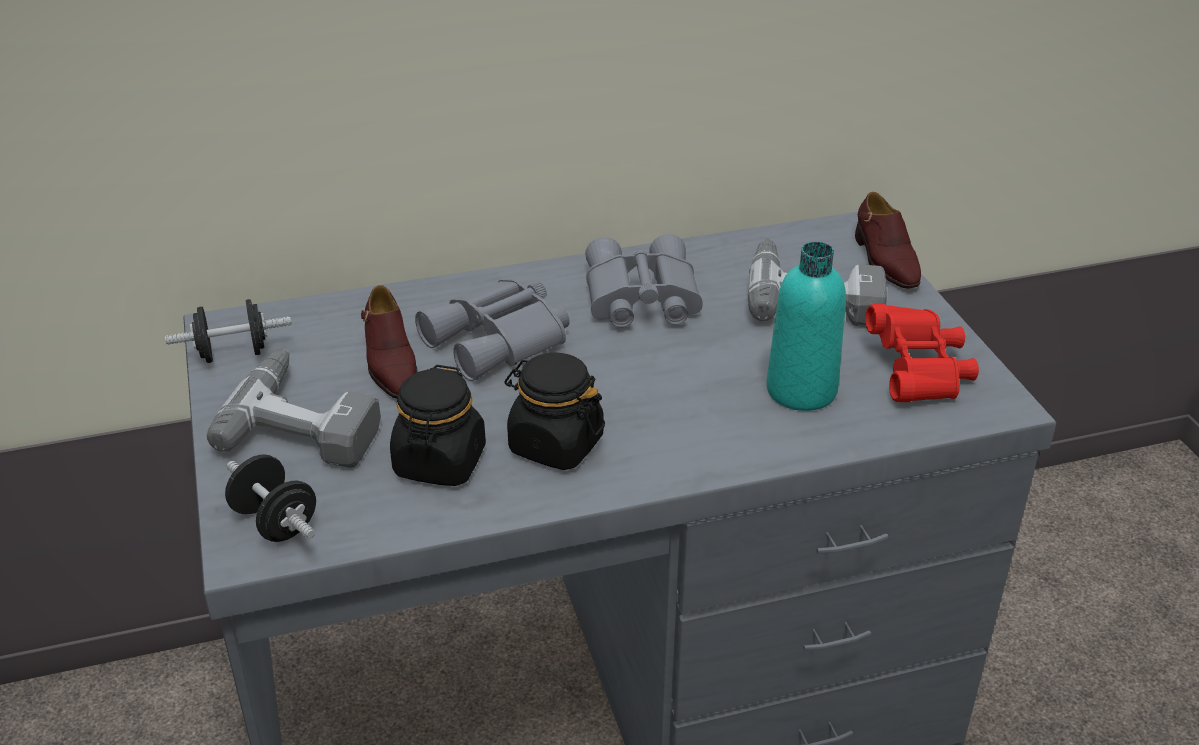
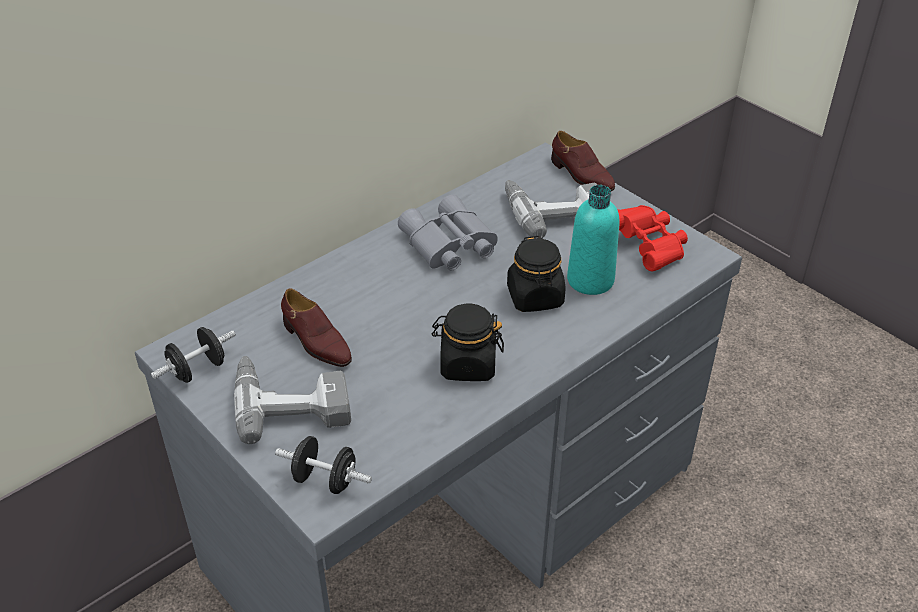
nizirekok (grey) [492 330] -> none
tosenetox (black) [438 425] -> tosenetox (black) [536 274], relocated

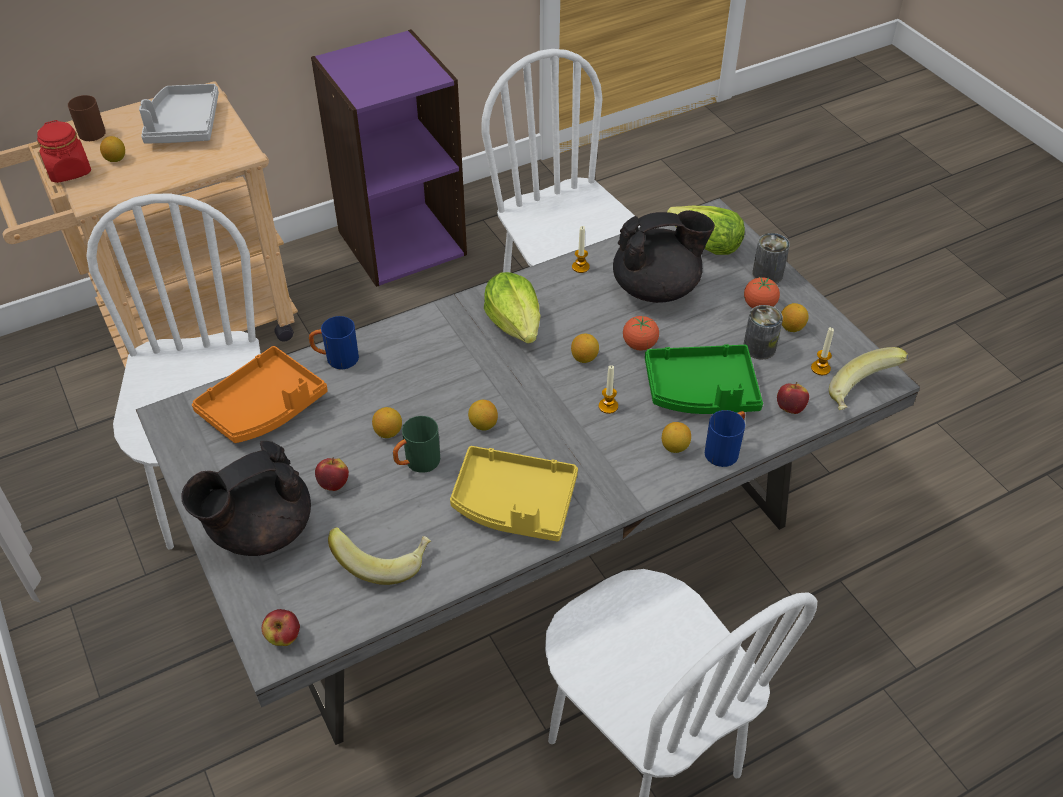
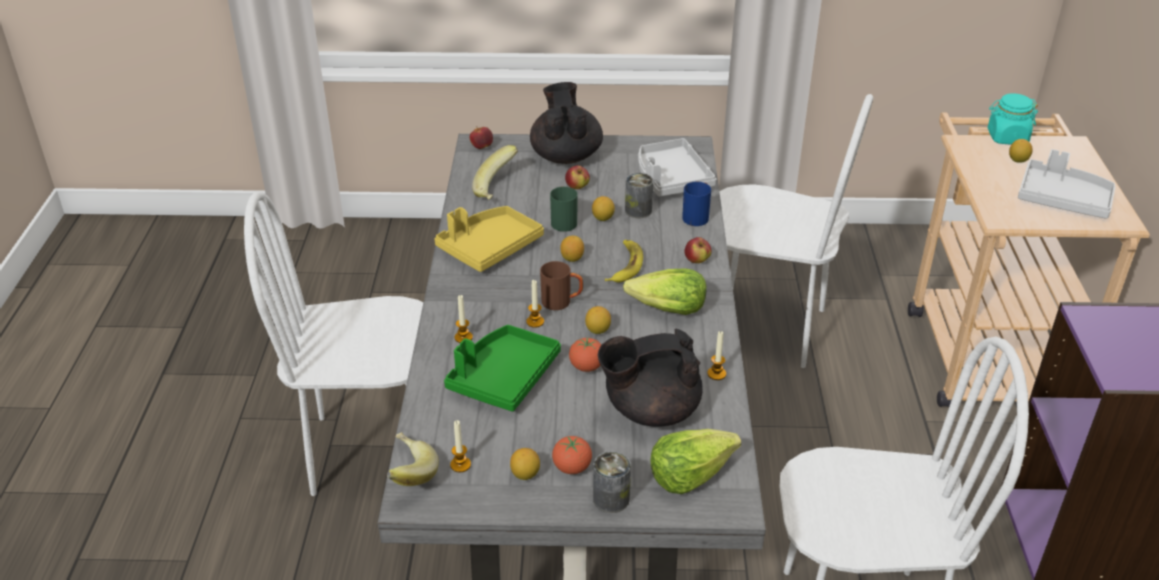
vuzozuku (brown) [87 118] -> vuzozuku (brown) [561 285], relocated
tosenetox (red) [64 151] -> tosenetox (turquoise) [1013 118]
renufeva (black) [664 256] -> renufeva (black) [650 378], 60 degrees clockwise
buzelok [763 332] -> buzelok [639 195], relocated
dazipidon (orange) [260 394] -> dazipidon (grey) [677 167]
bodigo [793 398] -> bodigo [698 250], relocated
vuzozuku (blue) [725 438] -> none
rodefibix [676 437] -> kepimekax [464 319]
none -> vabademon [624 261]

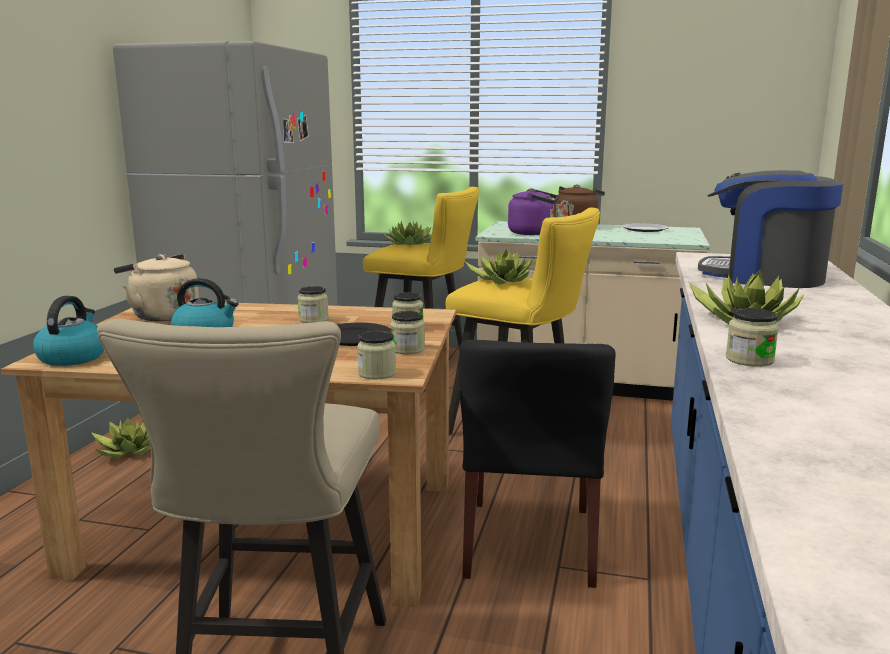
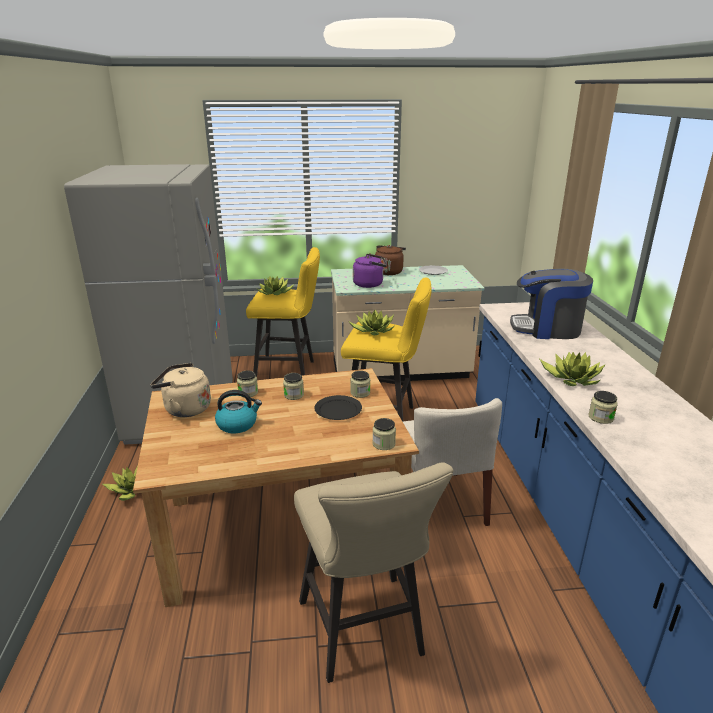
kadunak [68 331] -> none
tosenetox [407 332] -> tosenetox [247 384], relocated
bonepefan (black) [537 464] -> bonepefan (beige) [452 462]

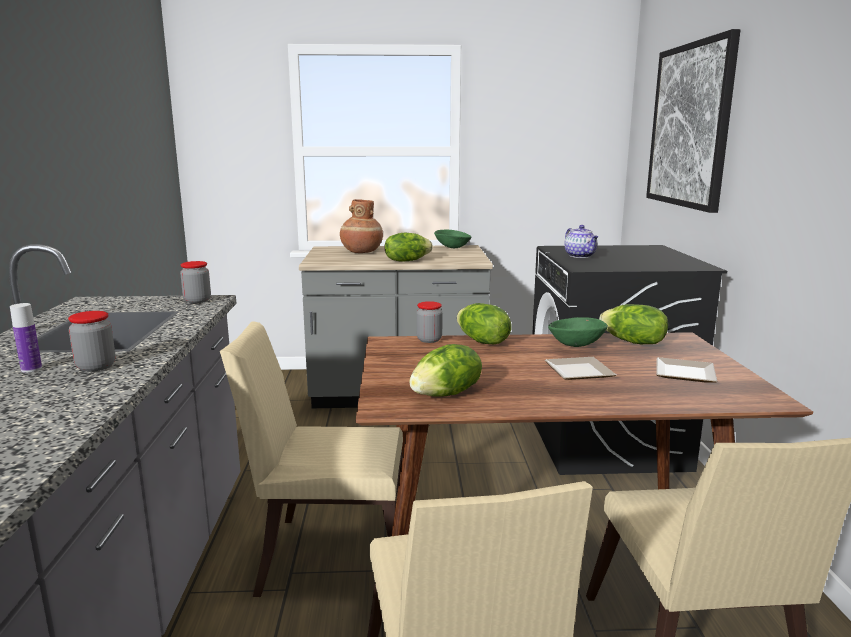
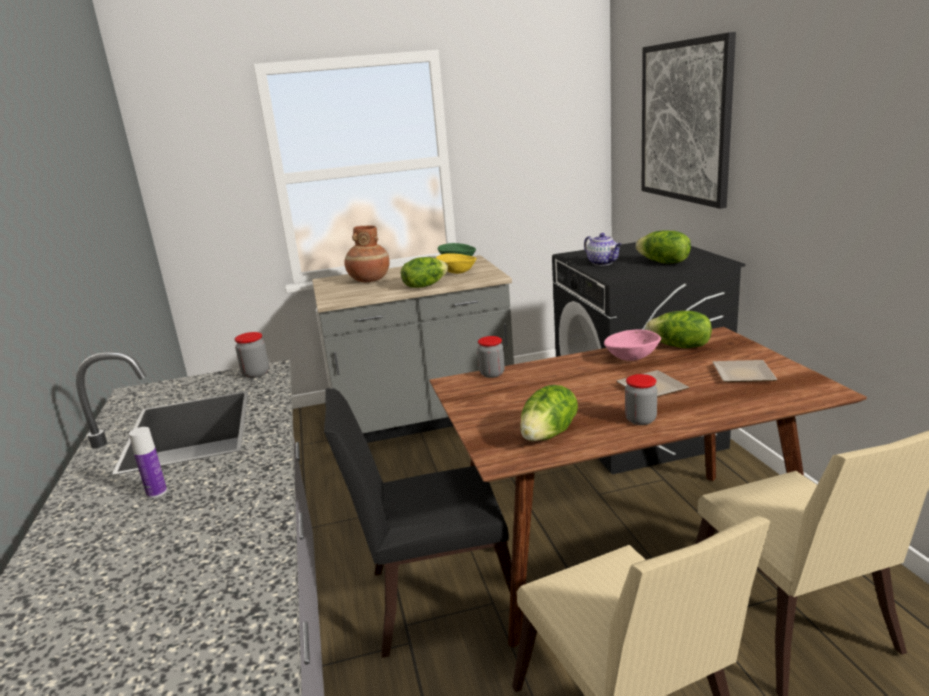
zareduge [484 323] -> zareduge [663 247], relocated
tosenetox [91 341] -> tosenetox [641 399], relocated
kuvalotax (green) [578 332] -> kuvalotax (pink) [632 345]
bonepefan (beige) [311 459] -> bonepefan (black) [424 523]
none -> kuvalotax (yellow) [456 263]

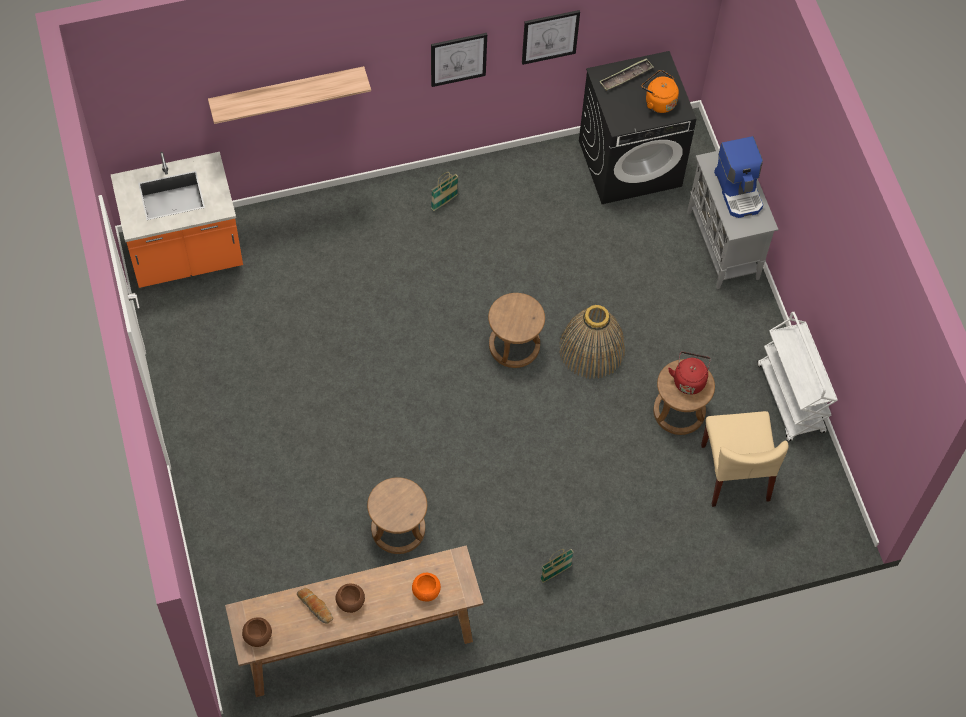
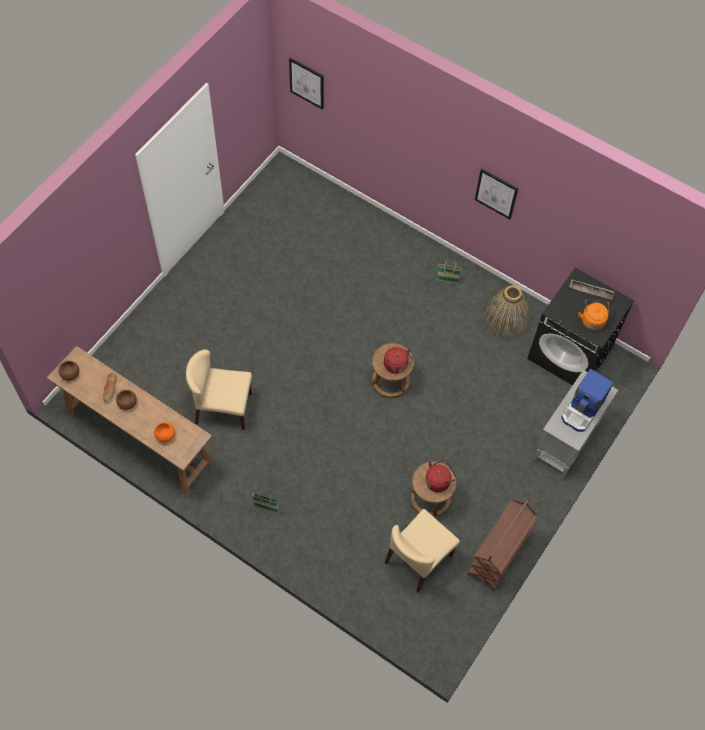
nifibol [551 37] -> nifibol [306 84], relocated
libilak [289 95] -> none
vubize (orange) [177 220] -> none
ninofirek [592 342] -> ninofirek [506 312], relocated
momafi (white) [797 376] -> momafi (brown) [502 545]
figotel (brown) [397 515] -> bonepefan (beige) [219 390]
none -> kadunak (red) [398 360]

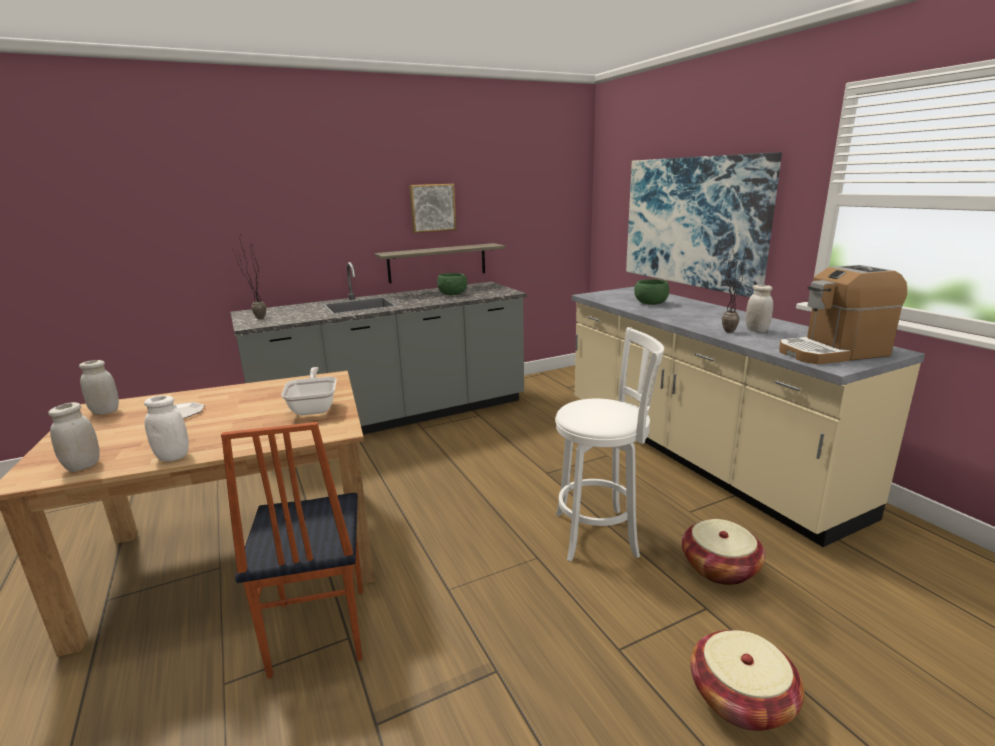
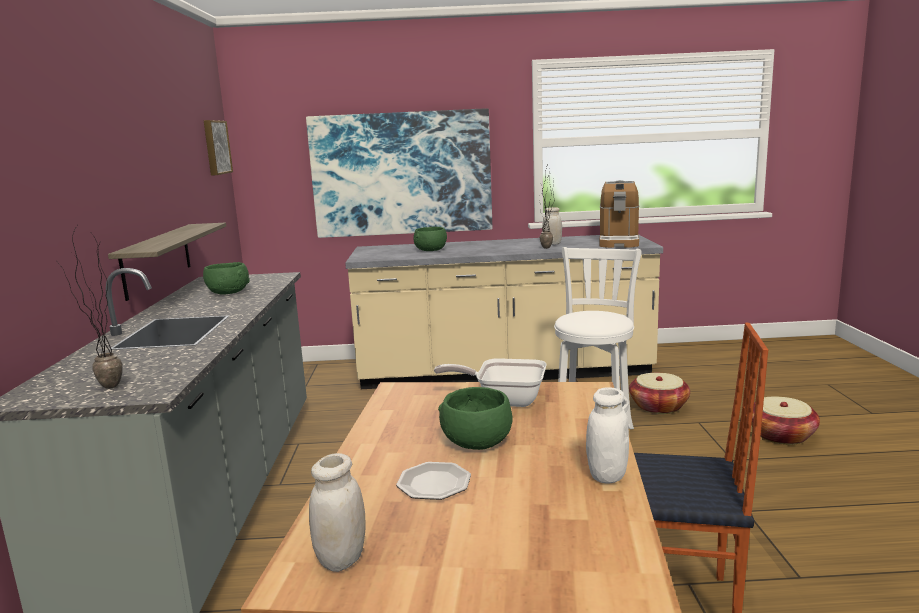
nifibol [433 208] -> nifibol [218 148], relocated
tosenetox (white) [74 437] -> none
none -> kuvalotax (green) [475 418]

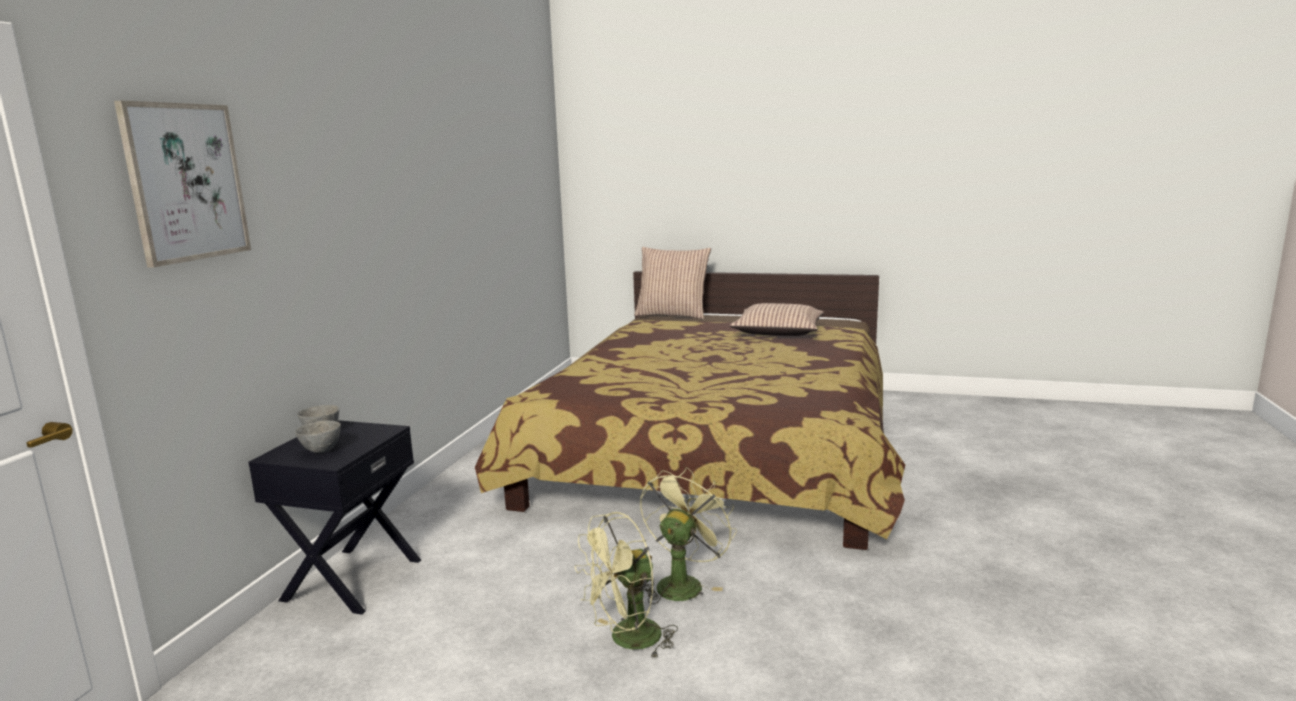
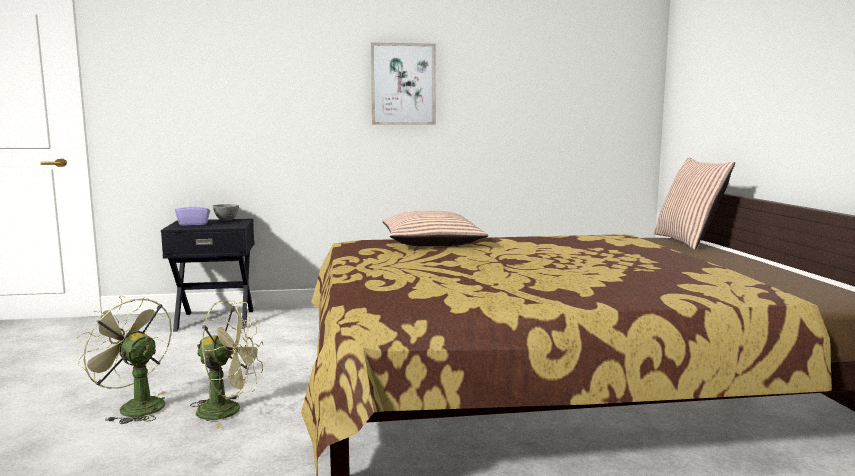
nifibol [182 184] -> nifibol [403 83], relocated
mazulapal [776 319] -> mazulapal [435 228], relocated
kuvalotax (grey) [318 437] -> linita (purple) [192 213]

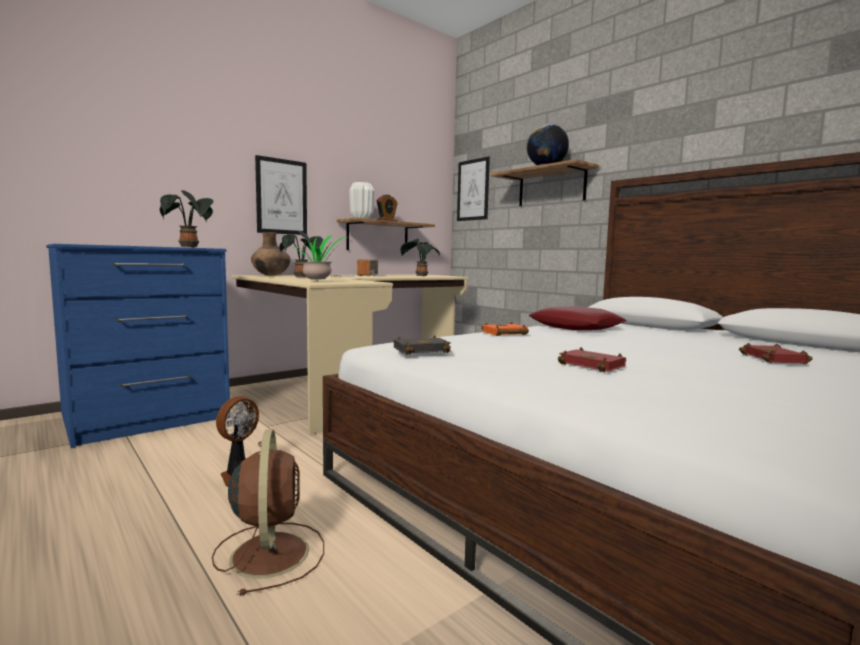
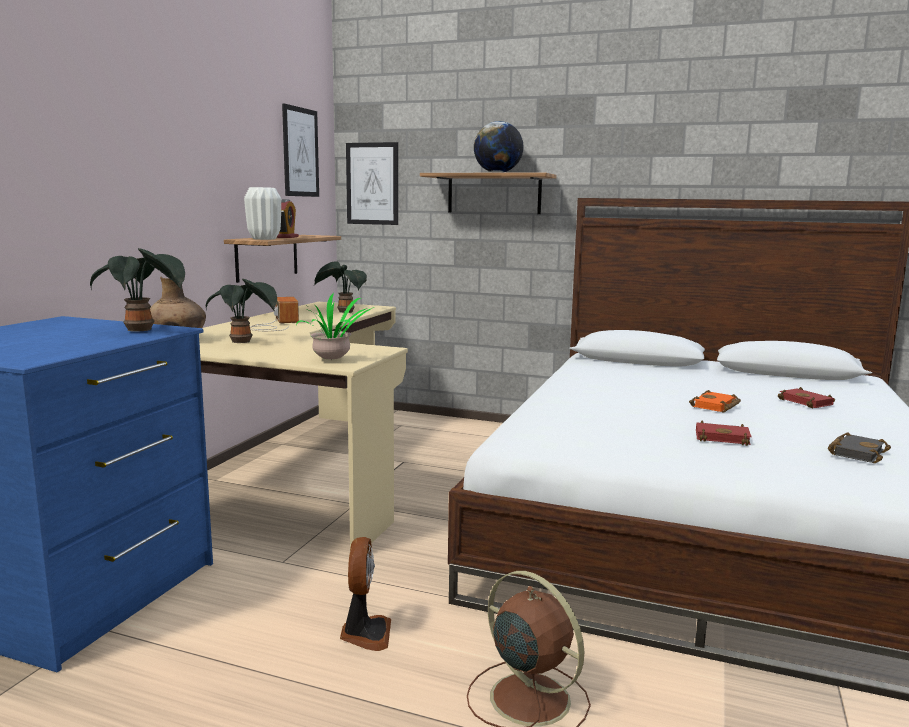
nifibol [281 195] -> nifibol [300 150], relocated
mazulapal (red) [578 318] -> none
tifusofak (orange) [505 329] -> tifusofak (orange) [715 401], relocated
tifusofak (black) [422 345] -> tifusofak (black) [859 448], relocated

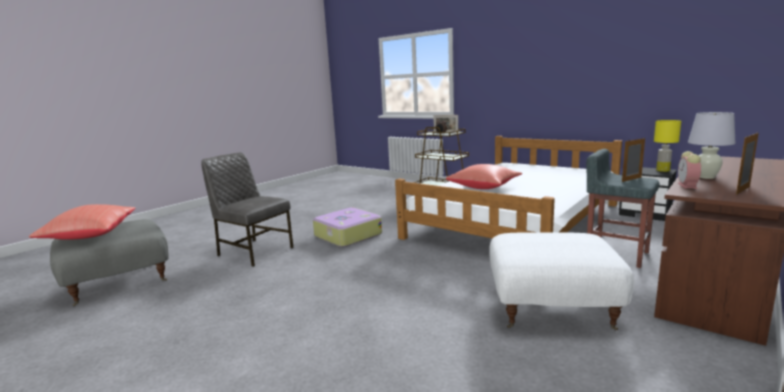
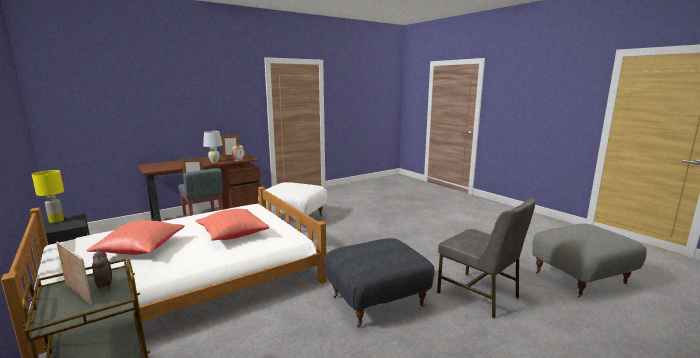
mazulapal (red) [82 222] -> mazulapal (red) [135 238], relocated
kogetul [347 227] -> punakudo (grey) [379 283]

